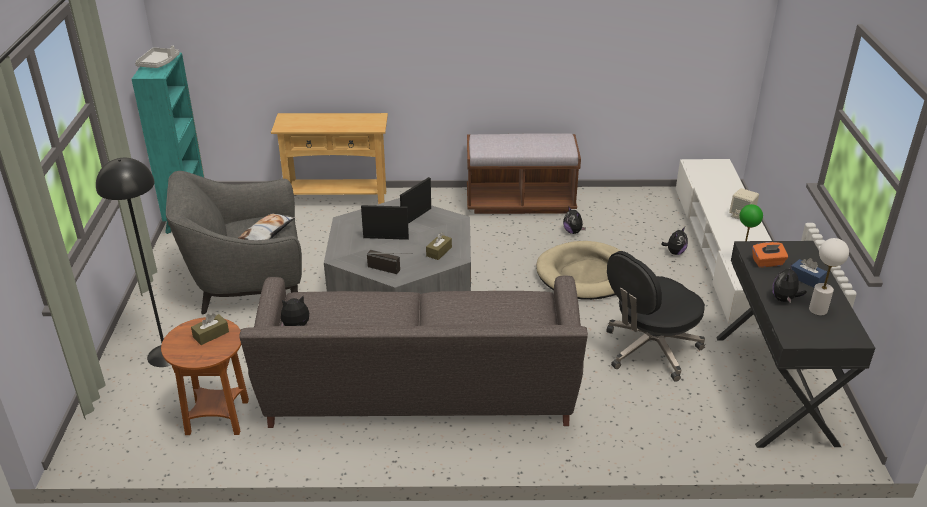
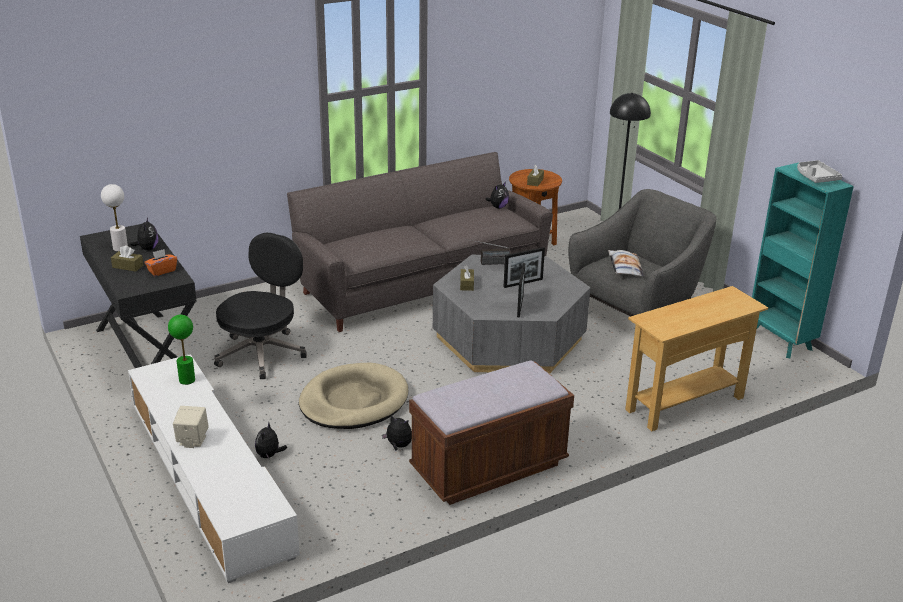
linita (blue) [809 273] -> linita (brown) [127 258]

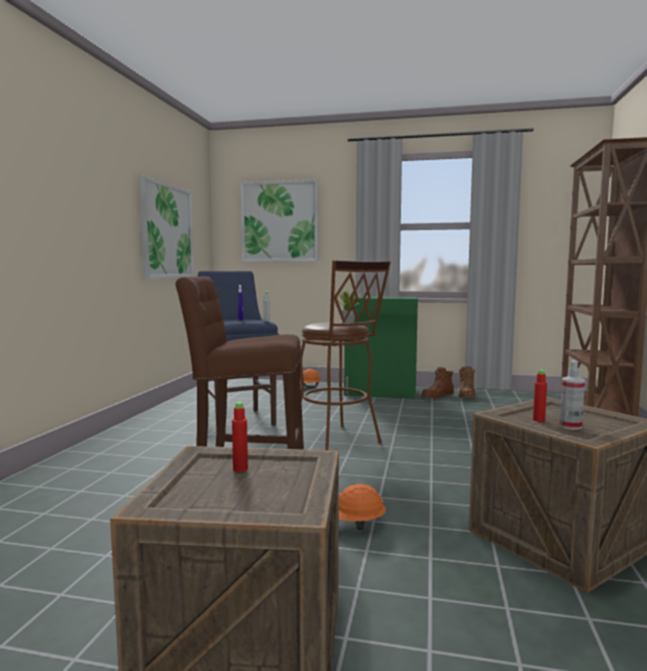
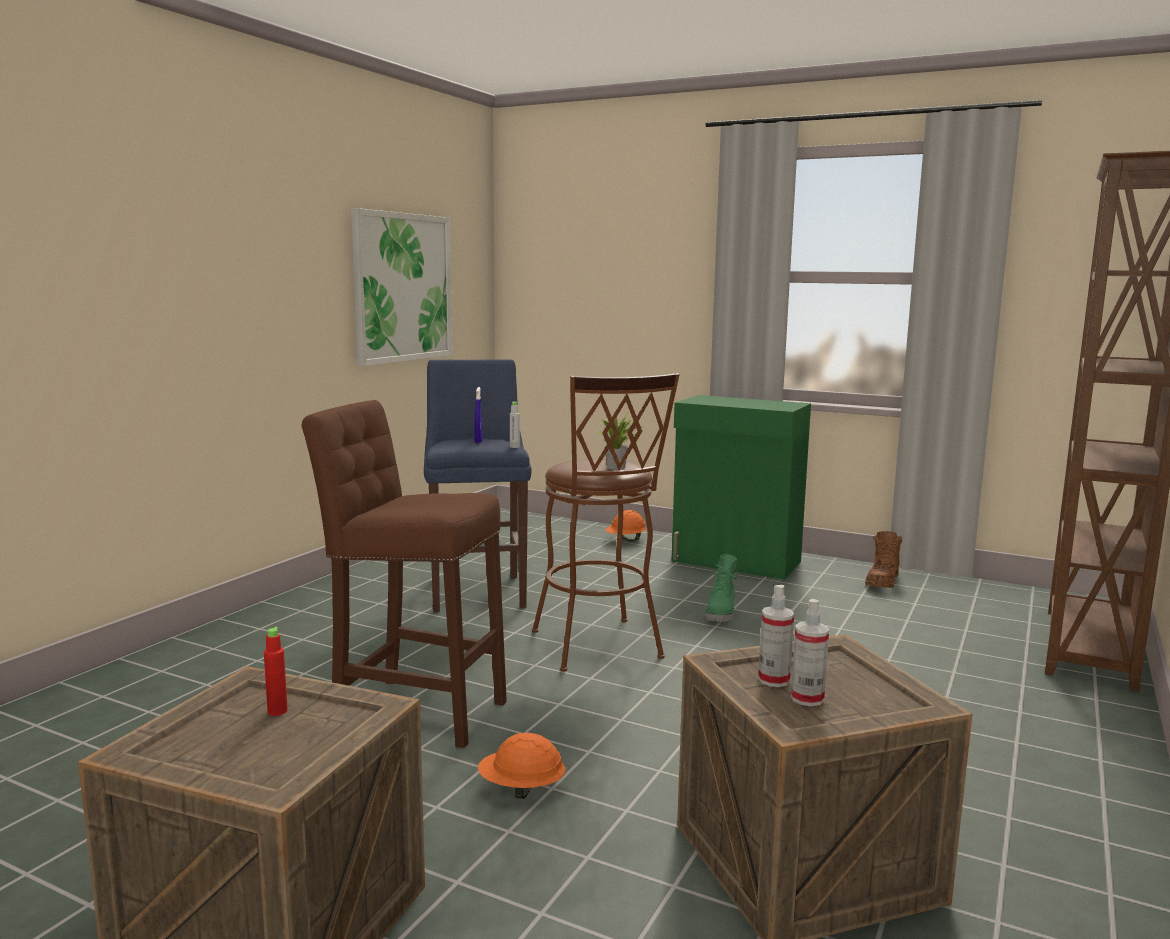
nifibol [279 220] -> none
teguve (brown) [437 383] -> none
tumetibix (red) [540 396] -> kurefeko [776 636]
none -> teguve (green) [721 588]

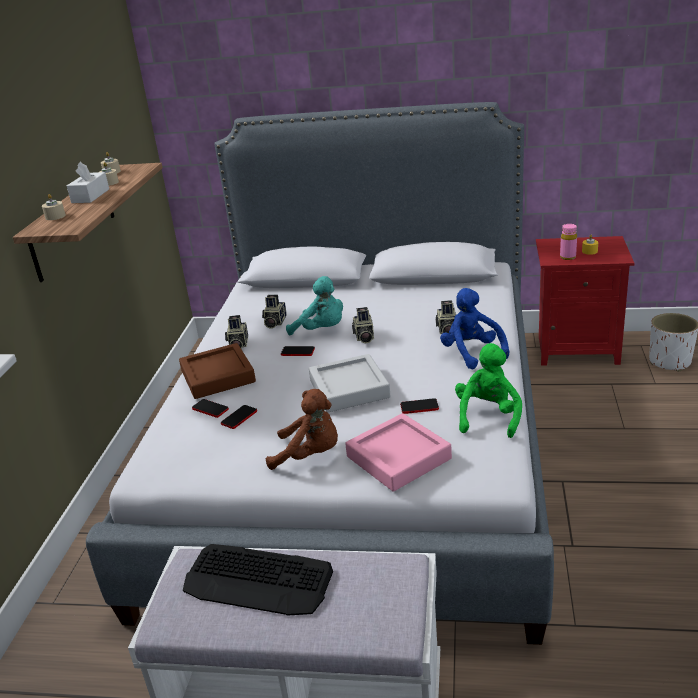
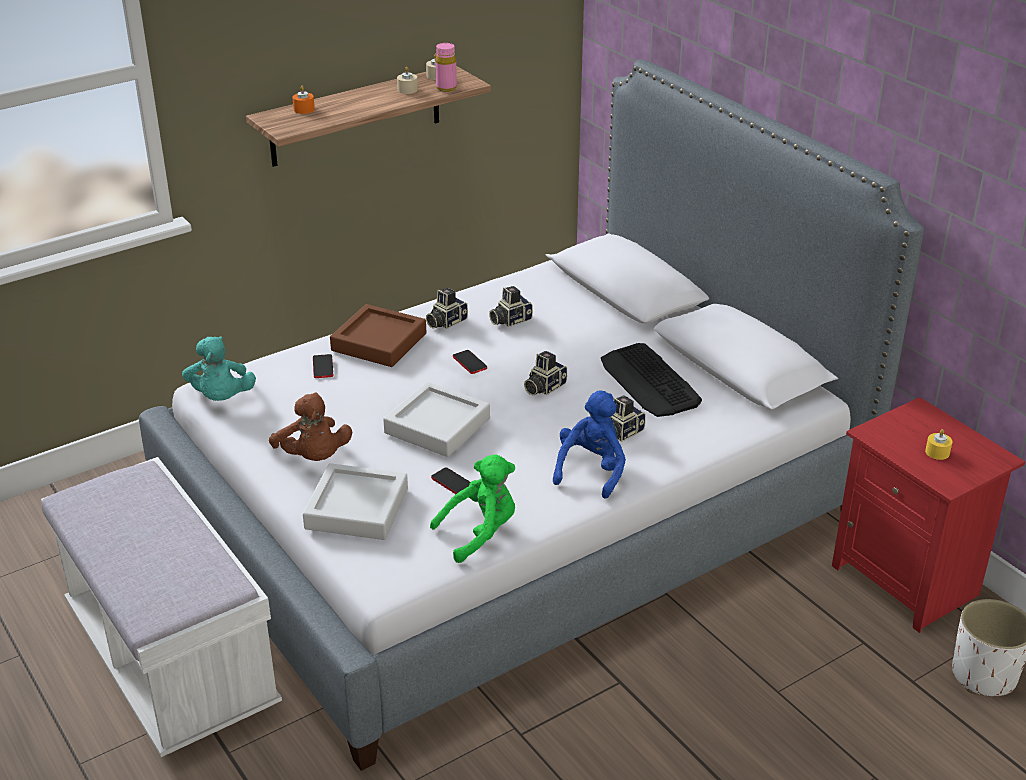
linita (white) [88 182] -> none
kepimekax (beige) [54 207] -> kepimekax (orange) [303 100]
tumetibix (pink) [568 242] -> tumetibix (pink) [446 67], relocated
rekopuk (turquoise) [314 305] -> rekopuk (turquoise) [219 369], relocated
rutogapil [239 417] -> none
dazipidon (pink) [398 452] -> dazipidon (grey) [355 501]
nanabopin [258 580] -> nanabopin [651 380], relocated

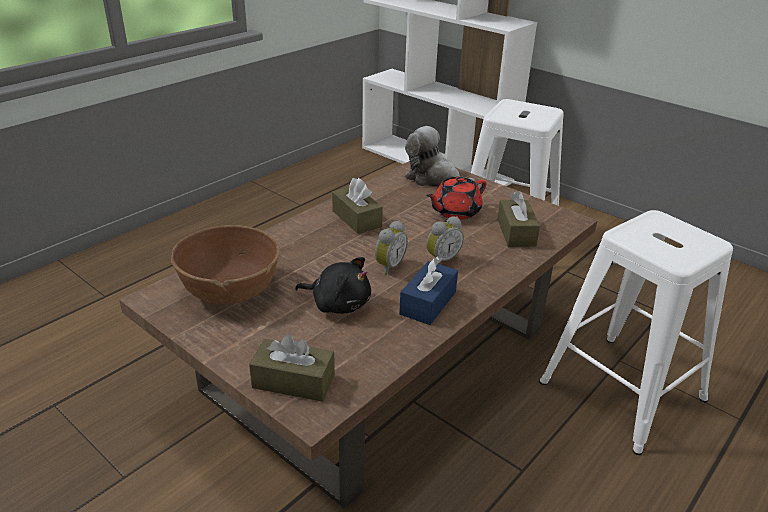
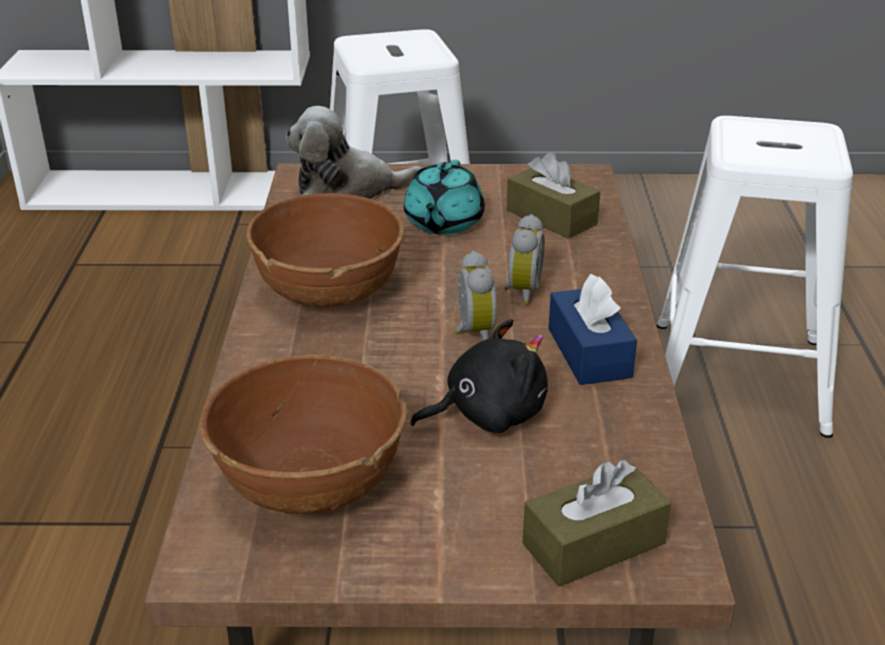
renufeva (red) [457 198] -> renufeva (turquoise) [444 197]
linita (brown) [357 206] -> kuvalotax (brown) [325 250]

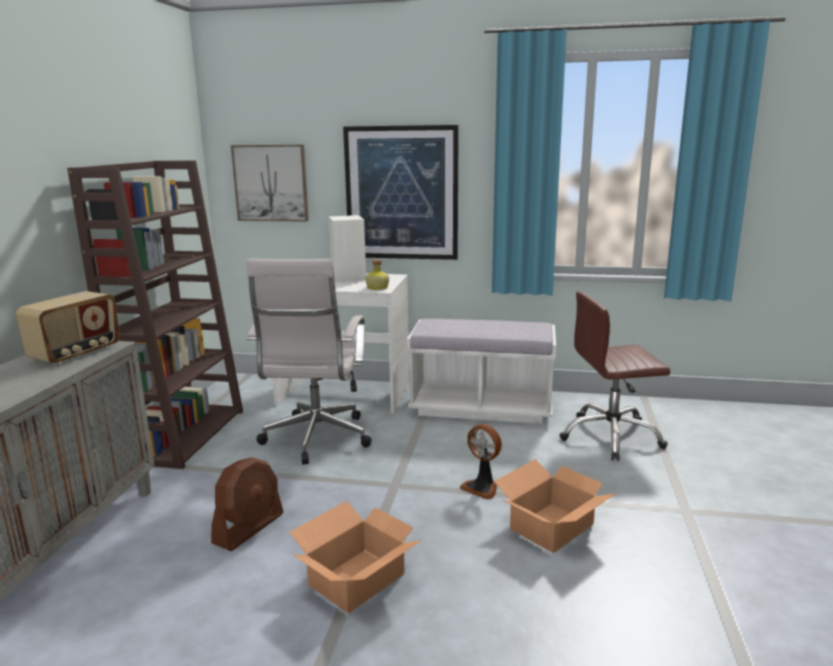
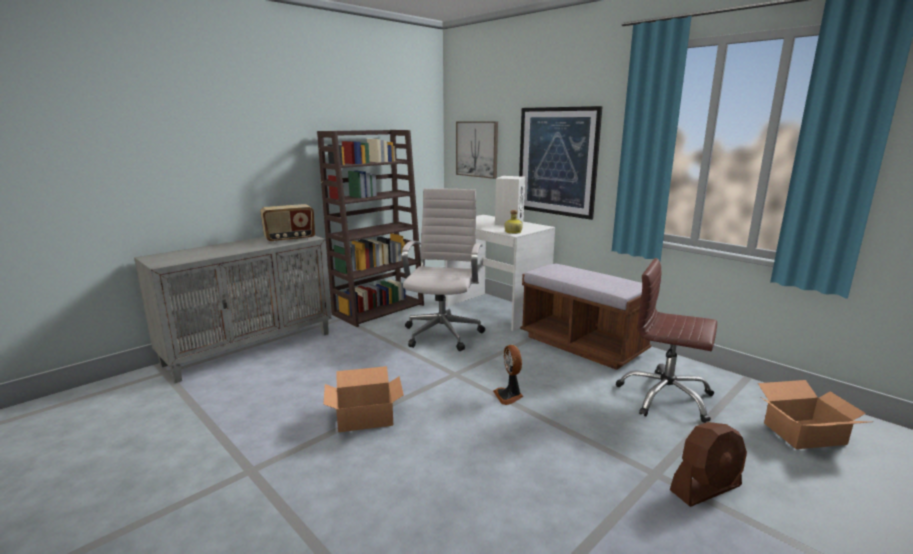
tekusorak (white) [309 362] -> tekusorak (white) [443 269], 150 degrees clockwise
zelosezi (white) [481 371] -> zelosezi (brown) [585 317]
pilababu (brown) [247 504] -> pilababu (brown) [708 464], relocated
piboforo [555 506] -> piboforo [814 414], relocated

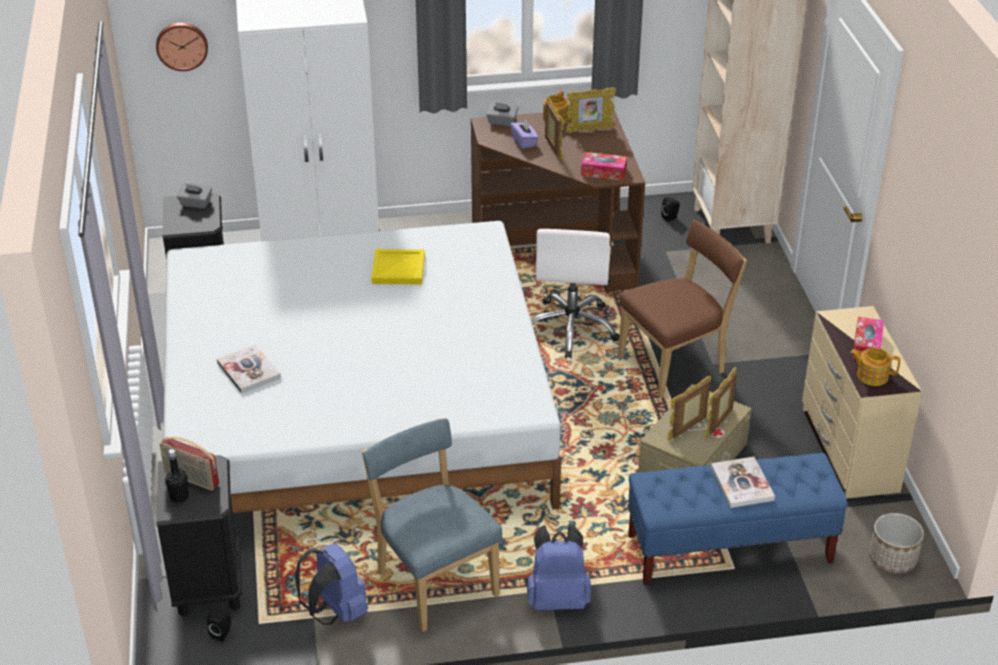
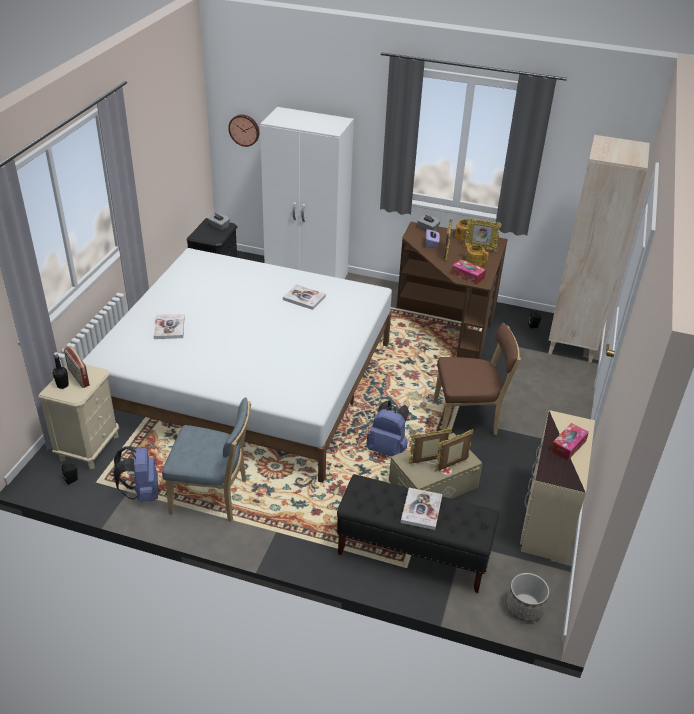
tekusorak (white) [575 293] -> none
dazipidon (yellow) [398 267] -> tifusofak [304 297]
renufeva [875 366] -> renufeva [476 255], relocated
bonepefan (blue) [432 525] -> bonepefan (blue) [206 459], 105 degrees clockwise
zelosezi (blue) [737 519] -> zelosezi (black) [418 533]
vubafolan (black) [199 536] -> vubafolan (beige) [78 416]
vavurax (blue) [559 567] -> vavurax (blue) [387 428], relocated

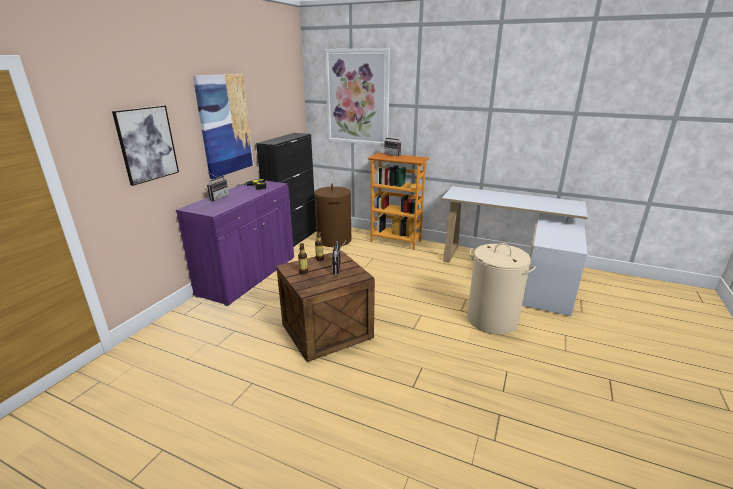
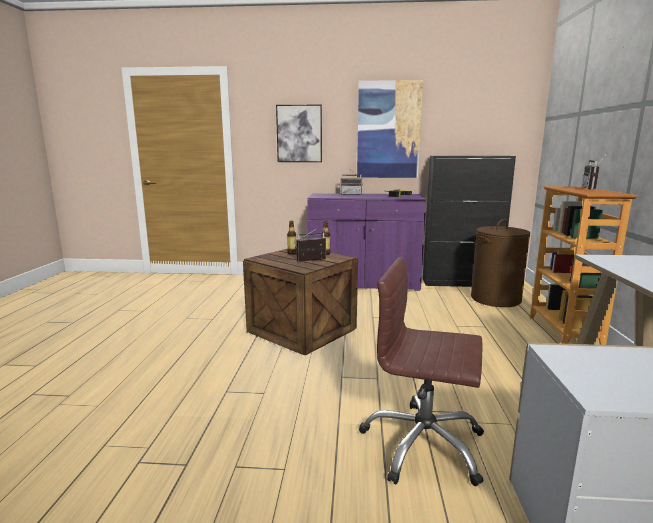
nifibol [357 97] -> none
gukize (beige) [501 288] -> tekusorak (brown) [421 371]

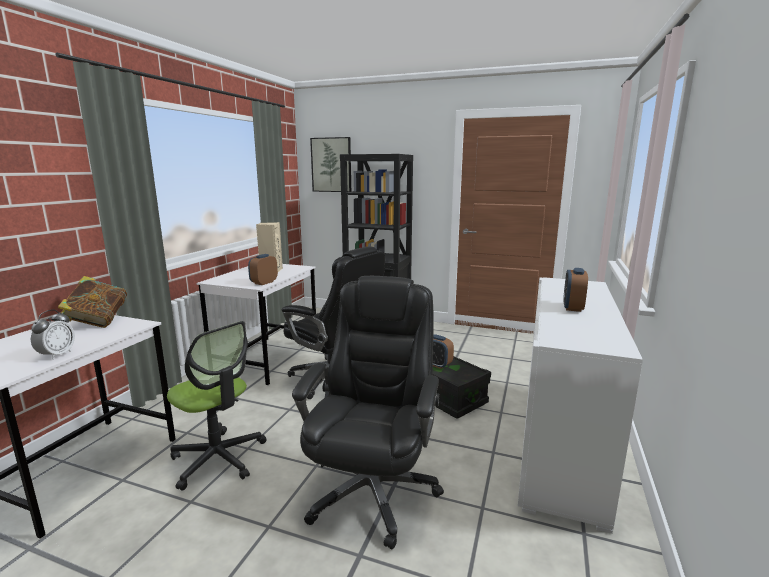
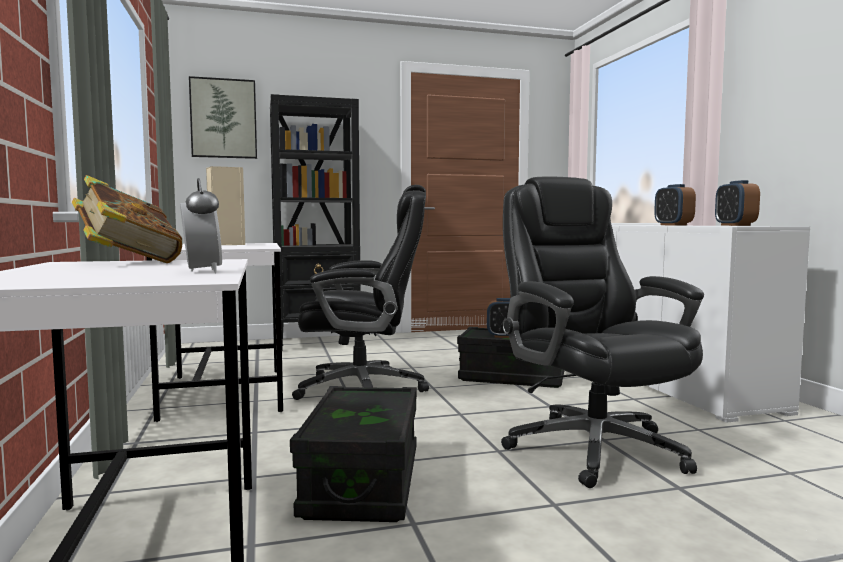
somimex [263 269] -> somimex [737 203], relocated
tekusorak [217 406] -> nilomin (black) [353 454]

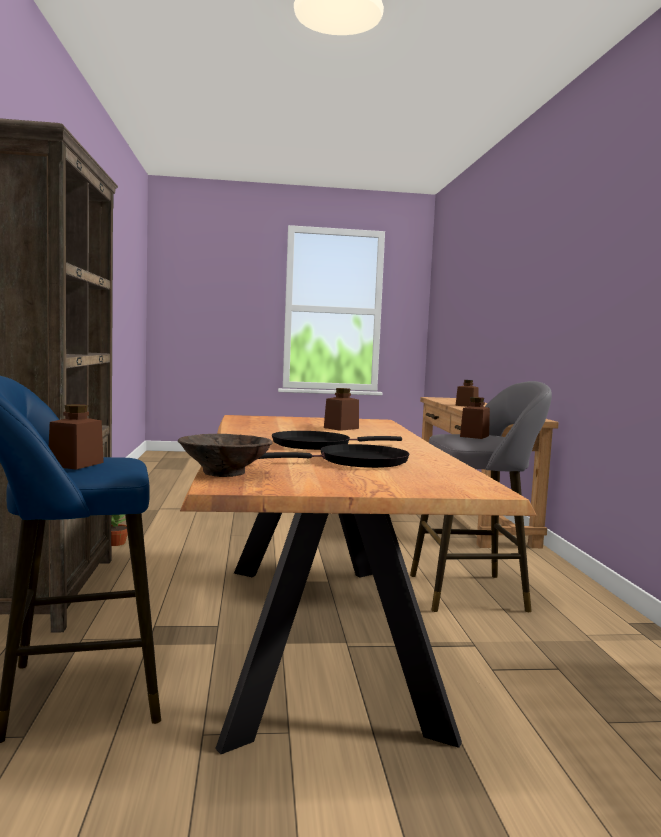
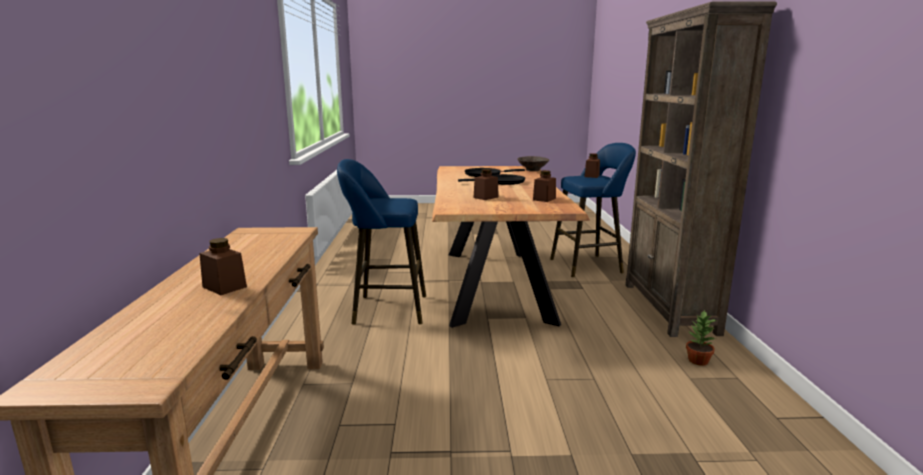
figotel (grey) [481 496] -> figotel (blue) [381 242]
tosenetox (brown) [475 418] -> tosenetox (brown) [544 186], relocated

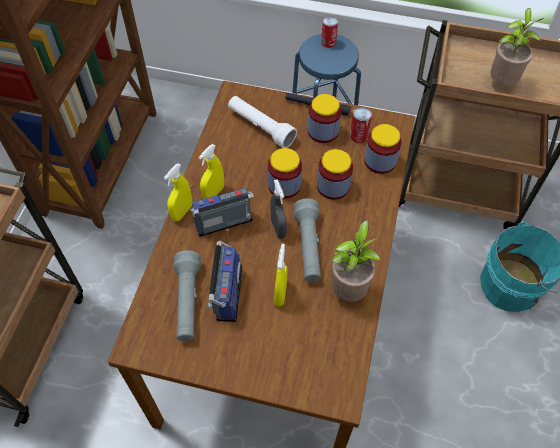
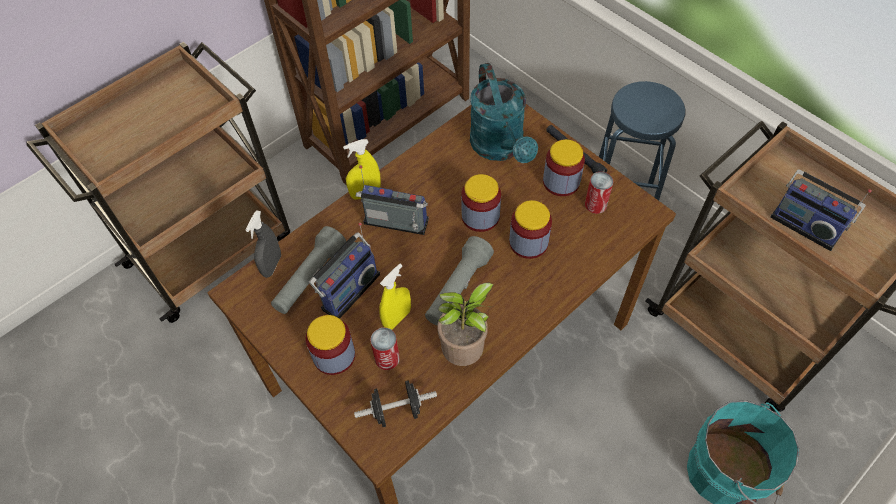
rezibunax [516 47] -> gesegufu [821 210]
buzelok [329 32] -> buzelok [385 348], relocated
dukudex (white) [262 122] -> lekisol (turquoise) [504 113]
tosenetox [383 149] -> tosenetox [330 345], relocated
kurefeko (yellow) [211 171] -> none
kurefeko (grey) [278 209] -> kurefeko (grey) [263 244], relocated
none -> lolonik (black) [395 404]

